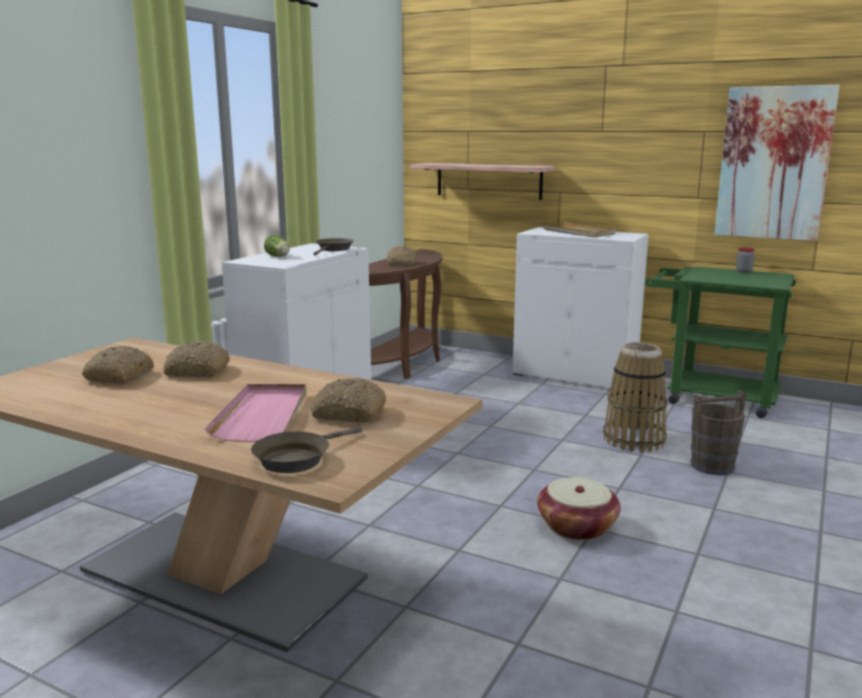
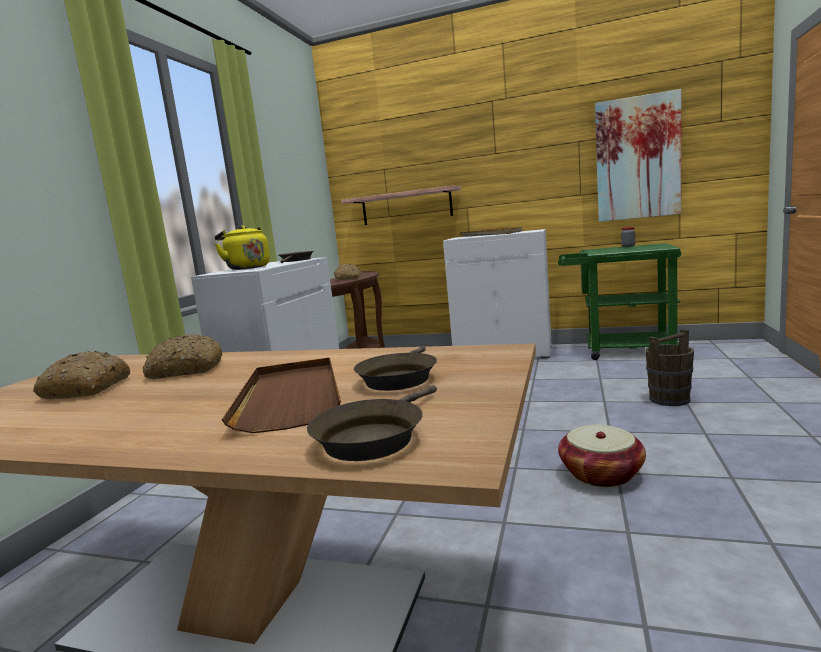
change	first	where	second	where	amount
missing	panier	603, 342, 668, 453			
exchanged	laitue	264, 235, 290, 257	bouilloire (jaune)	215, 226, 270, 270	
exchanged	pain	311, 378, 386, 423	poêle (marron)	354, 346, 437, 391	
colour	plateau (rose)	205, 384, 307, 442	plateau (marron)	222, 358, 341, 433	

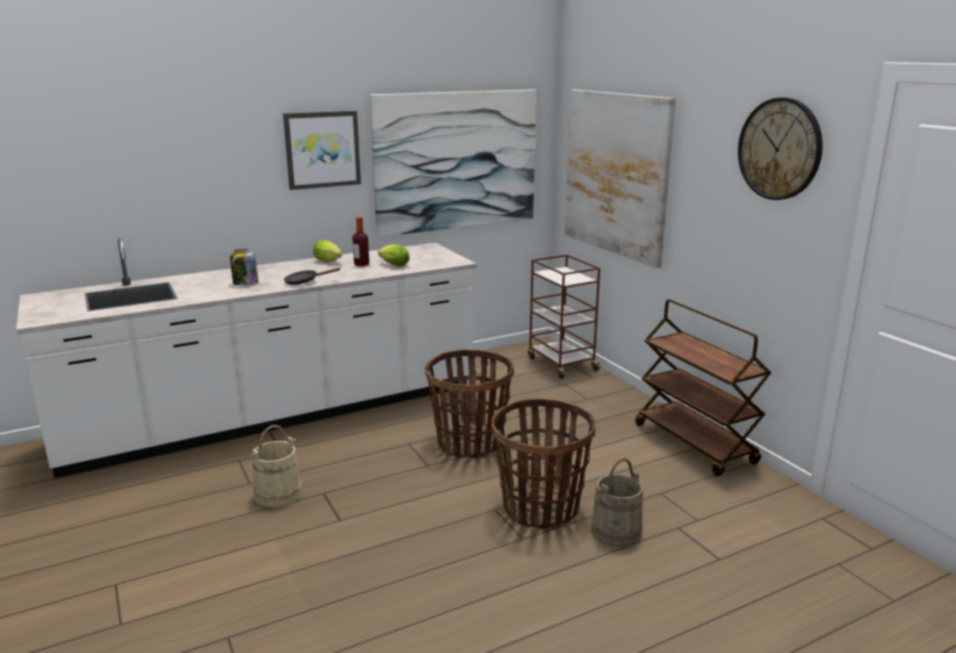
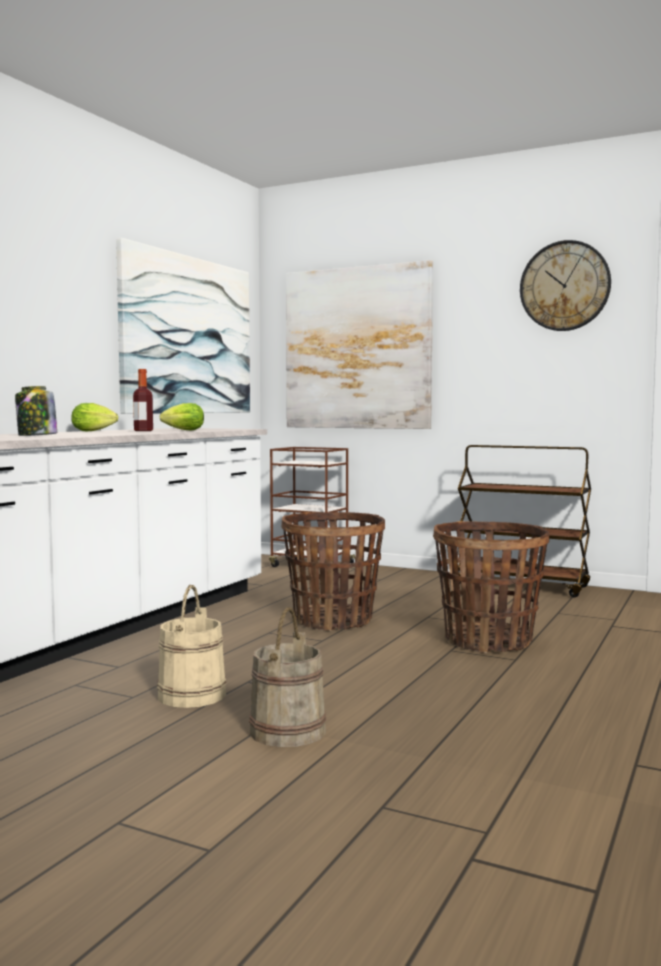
change	first	where	second	where	amount
missing	tableau	283, 111, 361, 190			
missing	poêle (noir)	284, 268, 341, 285			
relocated	seau (beige)	591, 458, 643, 547		249, 607, 326, 747	

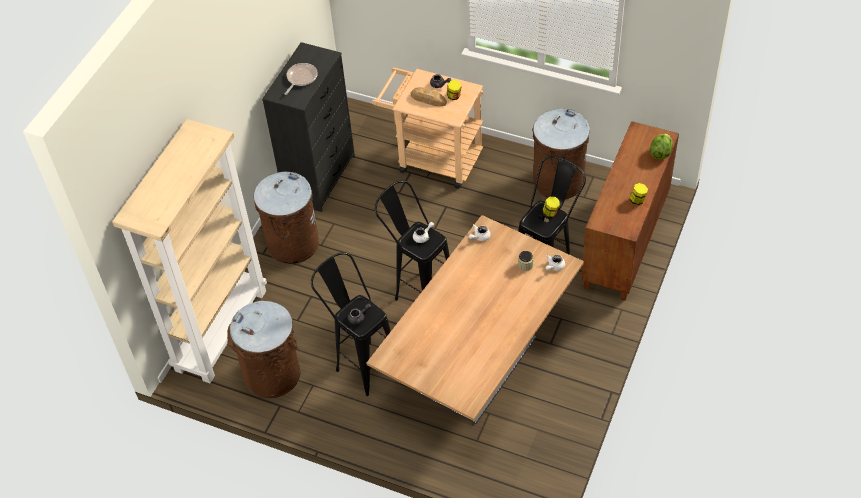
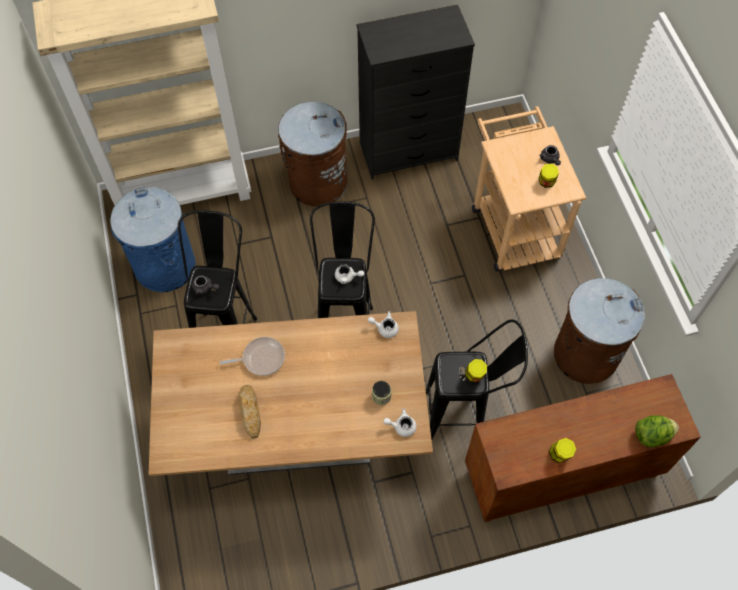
change	first	where	second	where	amount
relocated	poêle	284, 63, 318, 95		219, 337, 285, 376	
relocated	pain	411, 87, 447, 106		238, 385, 261, 439	
colour	poubelle (marron)	227, 301, 300, 398	poubelle (bleu)	110, 187, 196, 292	

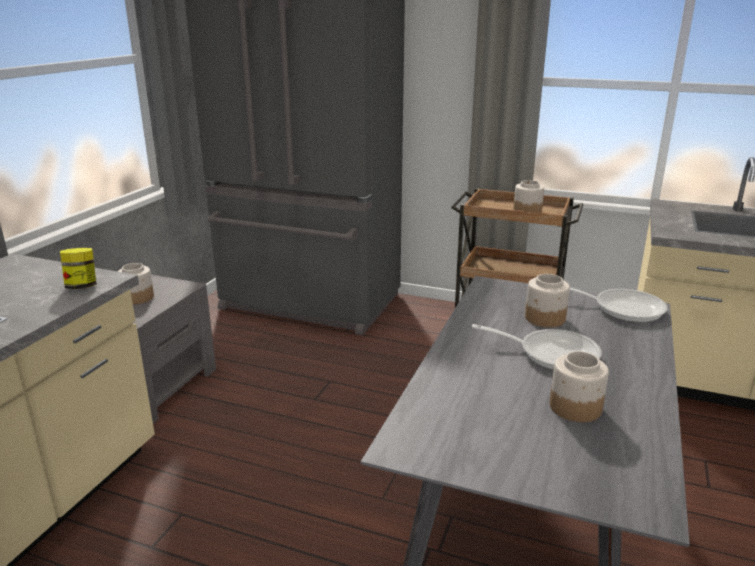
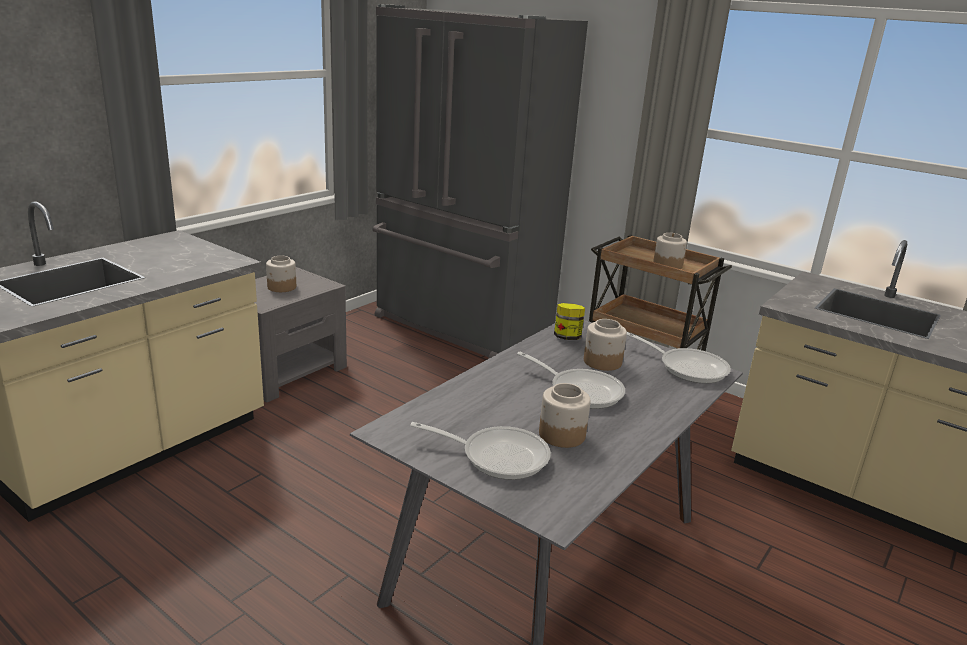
change	first	where	second	where	amount
appeared			poêle	410, 422, 551, 480	
relocated	bocal	60, 248, 97, 289		554, 303, 585, 340	

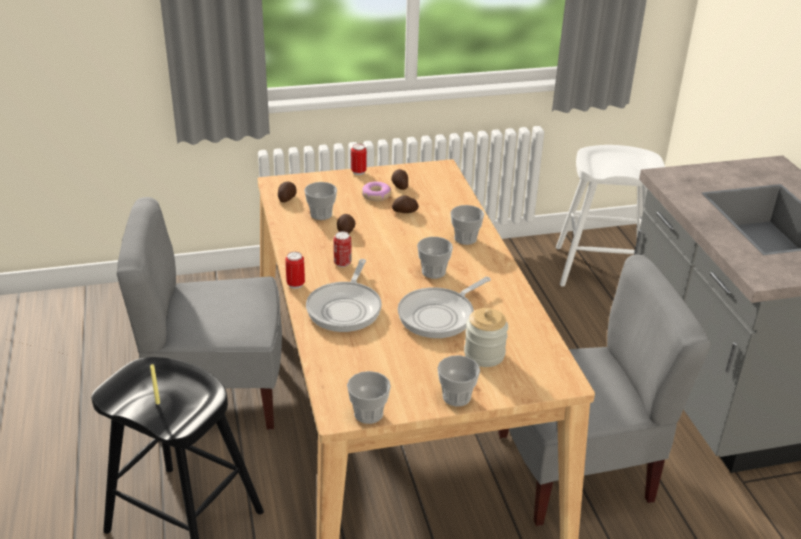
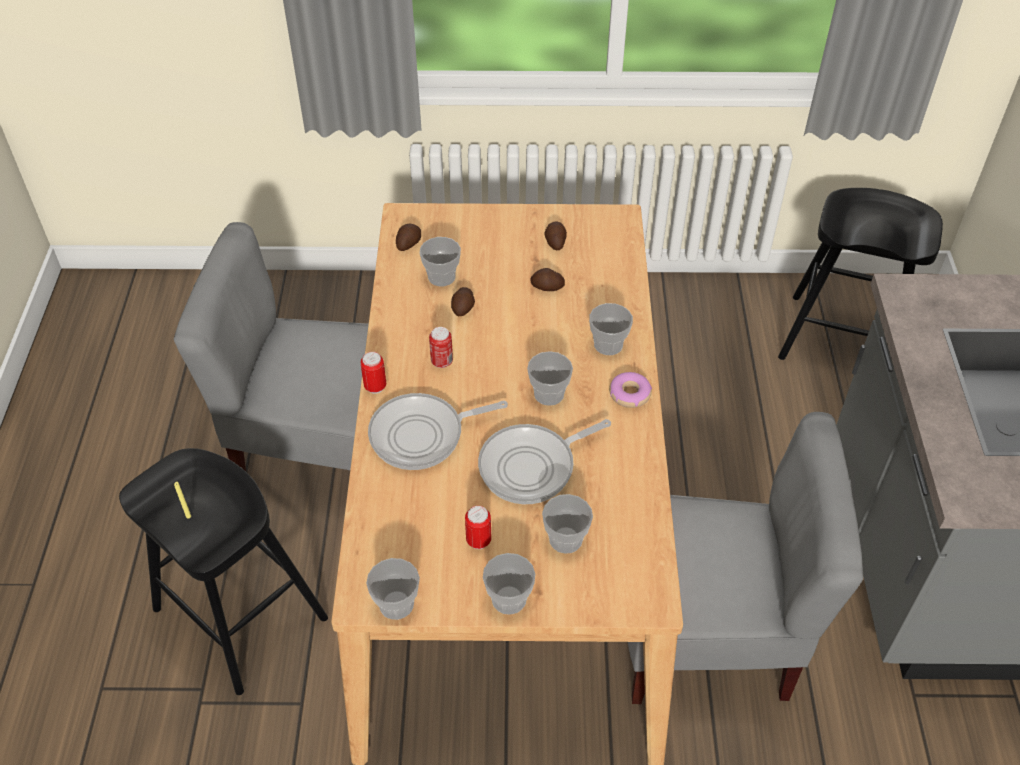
change	first	where	second	where	amount
relocated	boîte métallique	351, 144, 367, 175		465, 506, 491, 549	
relocated	beignet	362, 181, 391, 201		609, 372, 652, 408	
exchanged	bocal	464, 308, 508, 367	tasse	542, 494, 593, 553	
colour	tabouret (blanc)	556, 145, 665, 287	tabouret (noir)	778, 188, 943, 360	
spun	poêle	306, 259, 382, 332		368, 393, 508, 470	45 degrees clockwise

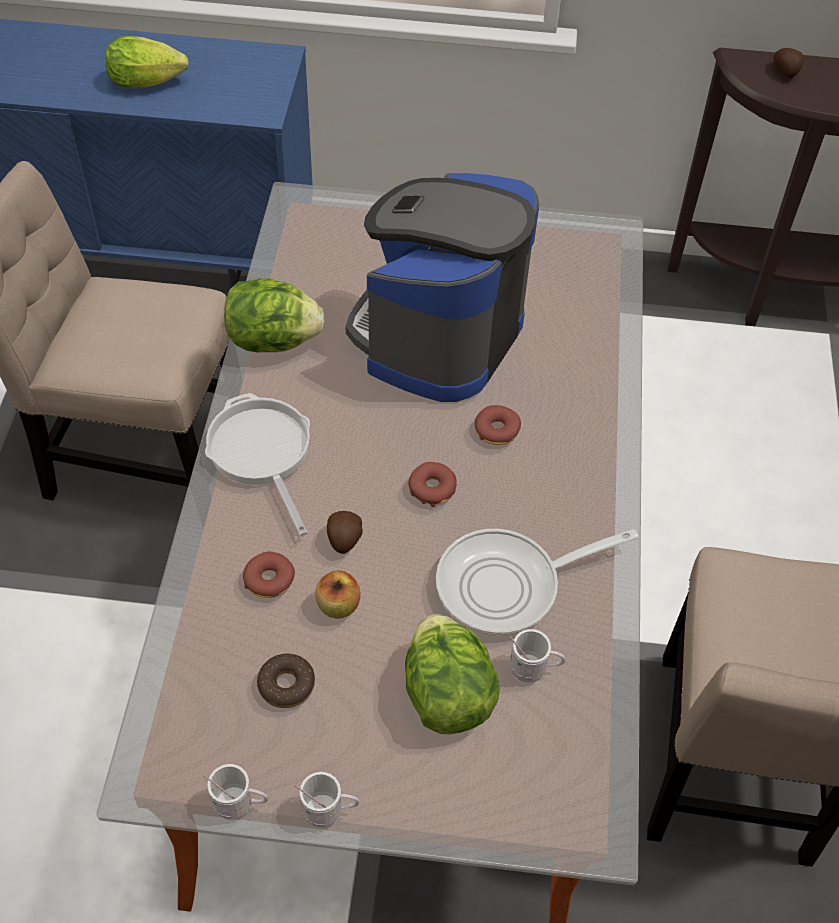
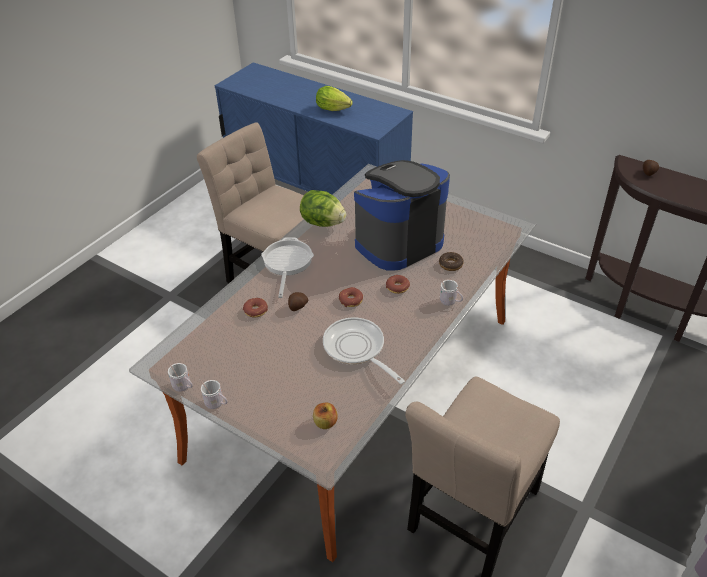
change	first	where	second	where	amount
missing	laitue	405, 614, 500, 734			
relocated	beignet	257, 654, 315, 708		439, 252, 464, 271	
relocated	pomme	315, 570, 360, 619		313, 403, 338, 429	
relocated	mug (blanc)	510, 629, 565, 682		440, 277, 463, 306	
spun	poêle	436, 529, 639, 636		323, 317, 405, 384	45 degrees clockwise

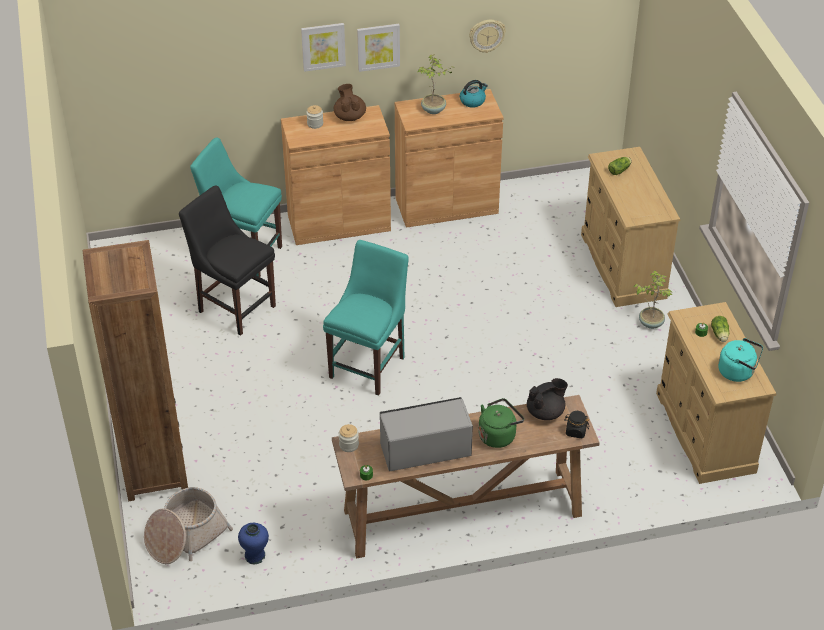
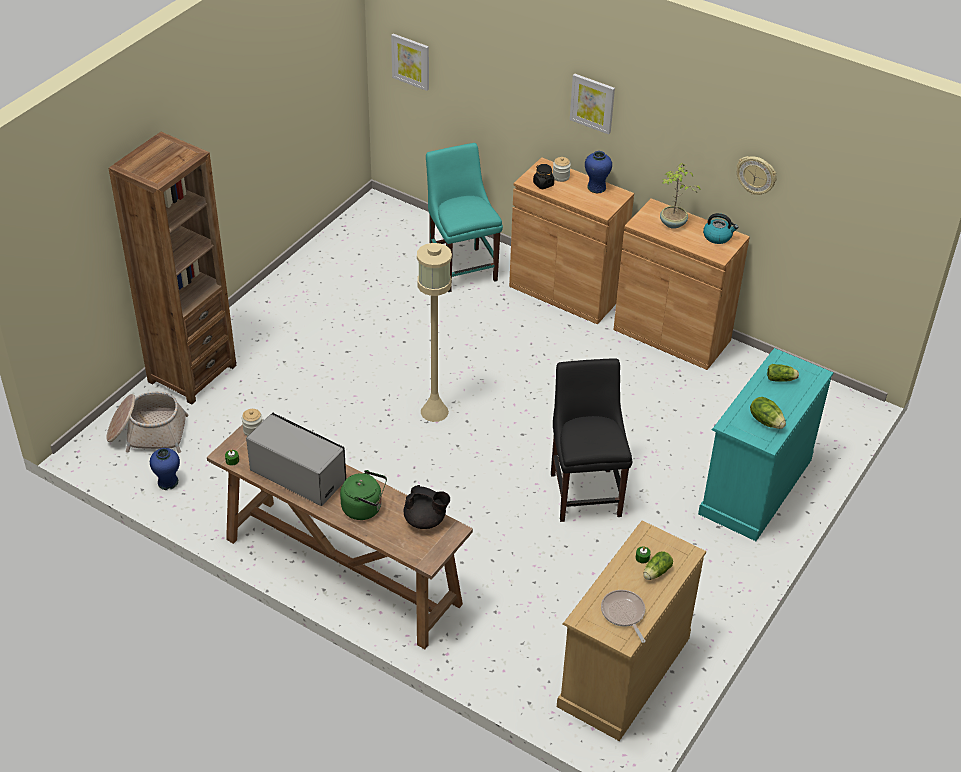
change	first	where	second	where	amount
missing	plante en pot	634, 271, 673, 329			
appeared			laitue	750, 397, 786, 429	
relocated	chaise (noir)	179, 186, 276, 336		551, 358, 632, 522	
relocated	tableau	357, 24, 400, 72		391, 33, 429, 91	
relocated	bocal (noir)	564, 411, 589, 438		533, 164, 554, 189	
exchanged	chaise (turquoise)	323, 240, 409, 396	lampadaire (beige)	417, 243, 452, 422	
exchanged	théière (marron)	334, 84, 366, 121	vase (bleu)	585, 151, 612, 193	
exchanged	bouilloire (turquoise)	718, 338, 763, 382	poêle	601, 590, 646, 643	
colour	commode (beige)	581, 147, 680, 307	commode (turquoise)	698, 348, 833, 541	

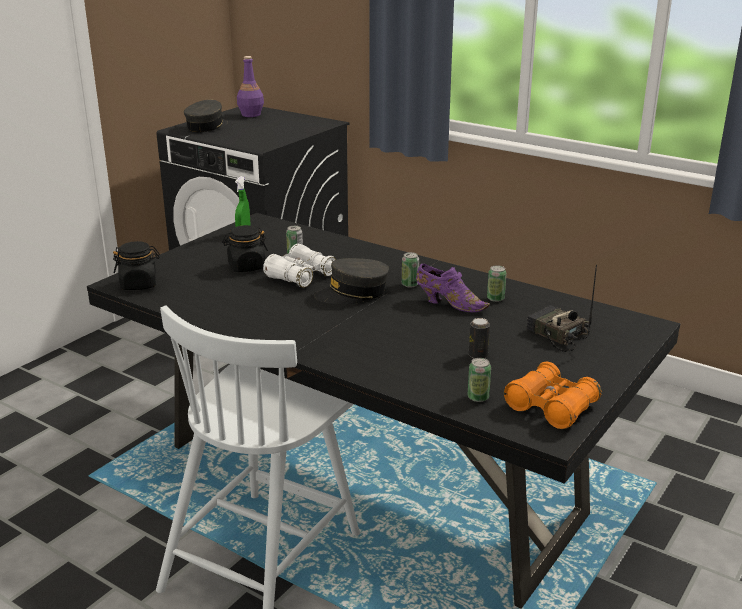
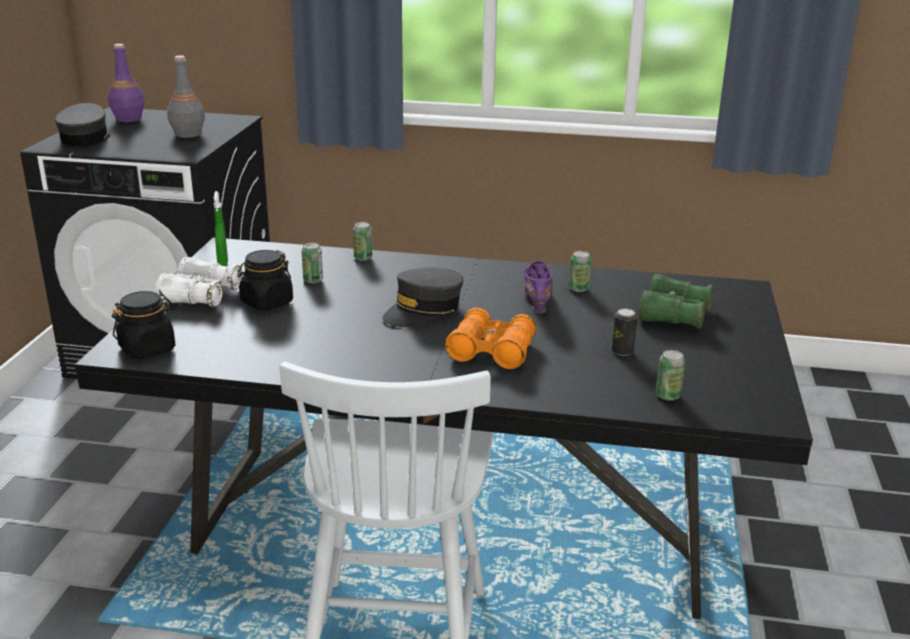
change	first	where	second	where	amount
appeared			bouteille (gris)	167, 56, 205, 138	
relocated	jumelles (blanc)	263, 244, 336, 288		155, 257, 242, 307	
relocated	boîte métallique	402, 252, 419, 287		353, 222, 373, 261	
relocated	jumelles (orange)	504, 362, 602, 429		445, 308, 537, 369	
exchanged	radio	527, 265, 597, 352	jumelles (vert)	638, 274, 714, 329	
spun	chaussure (violet)	416, 264, 490, 312		523, 260, 553, 314	90 degrees counterclockwise

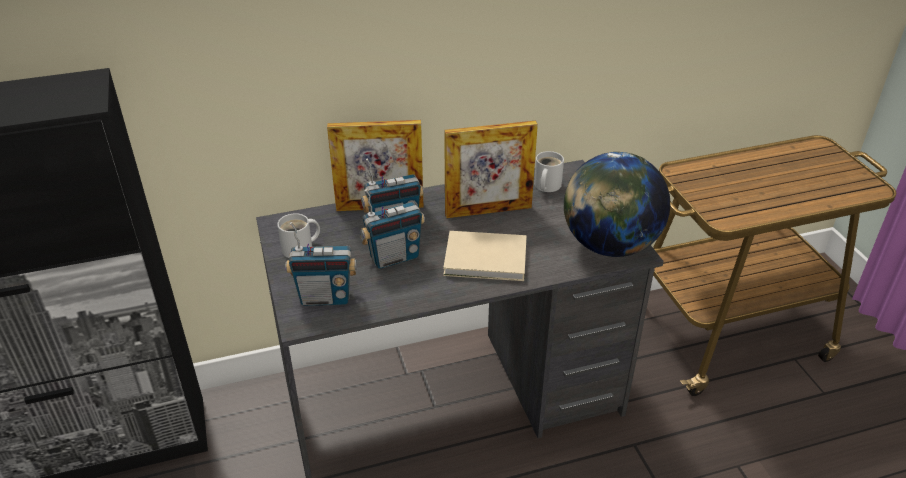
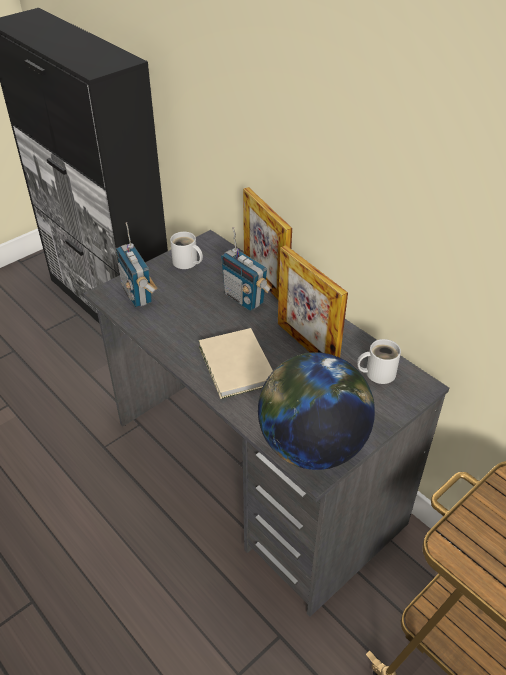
change	first	where	second	where	amount
missing	radio	360, 189, 425, 269			

